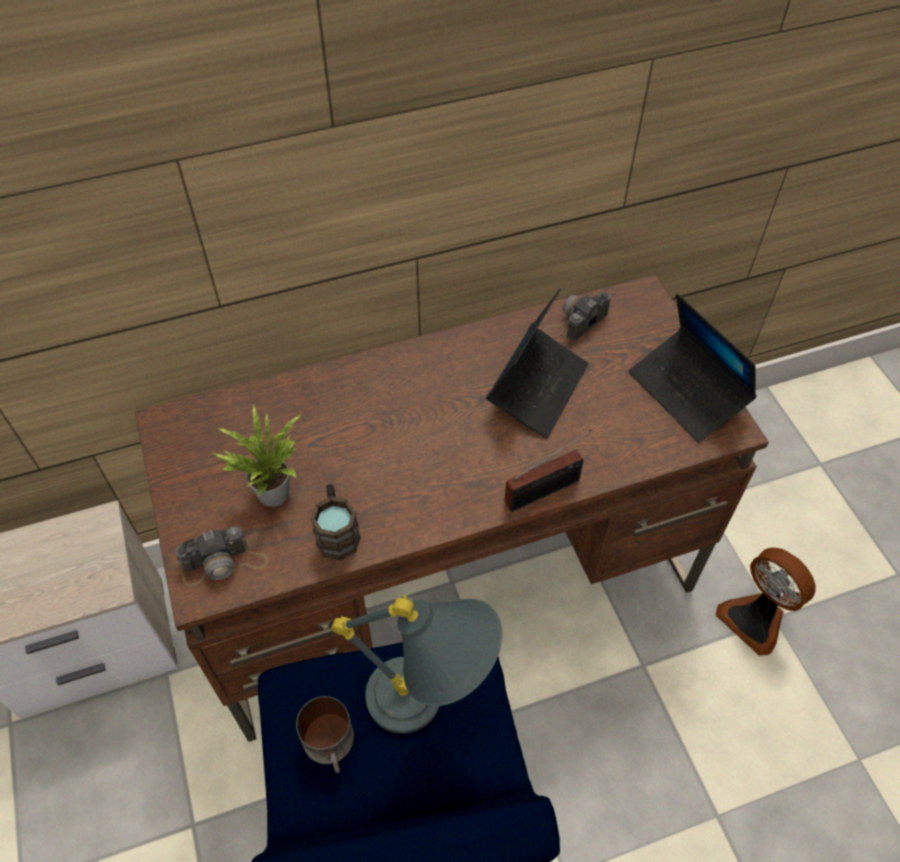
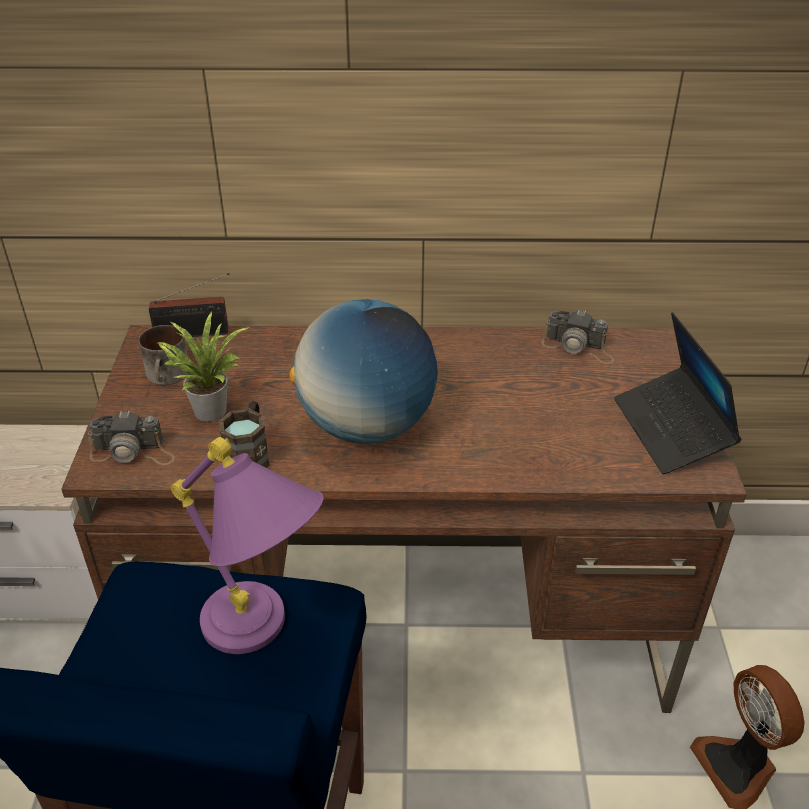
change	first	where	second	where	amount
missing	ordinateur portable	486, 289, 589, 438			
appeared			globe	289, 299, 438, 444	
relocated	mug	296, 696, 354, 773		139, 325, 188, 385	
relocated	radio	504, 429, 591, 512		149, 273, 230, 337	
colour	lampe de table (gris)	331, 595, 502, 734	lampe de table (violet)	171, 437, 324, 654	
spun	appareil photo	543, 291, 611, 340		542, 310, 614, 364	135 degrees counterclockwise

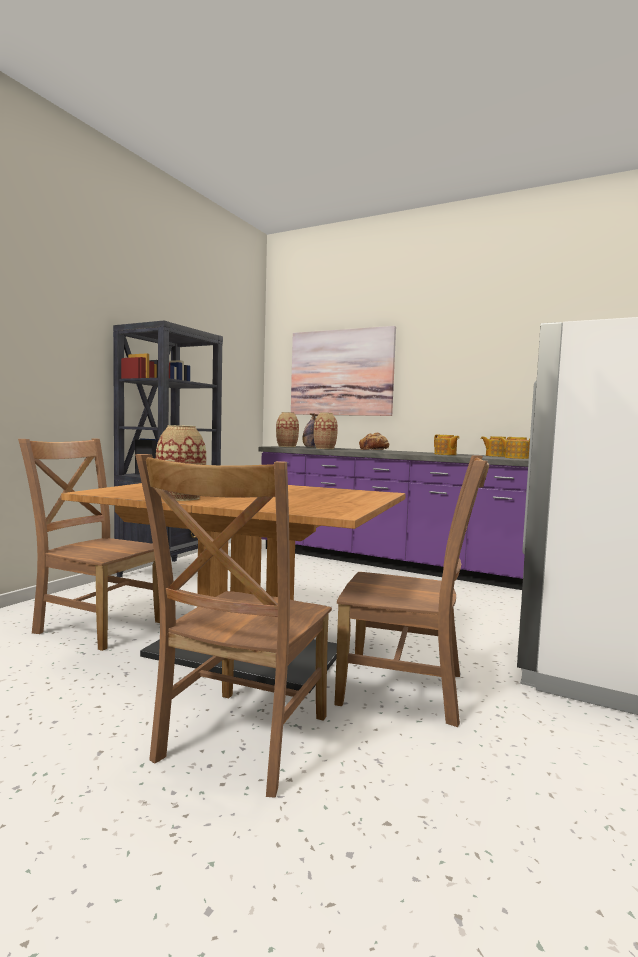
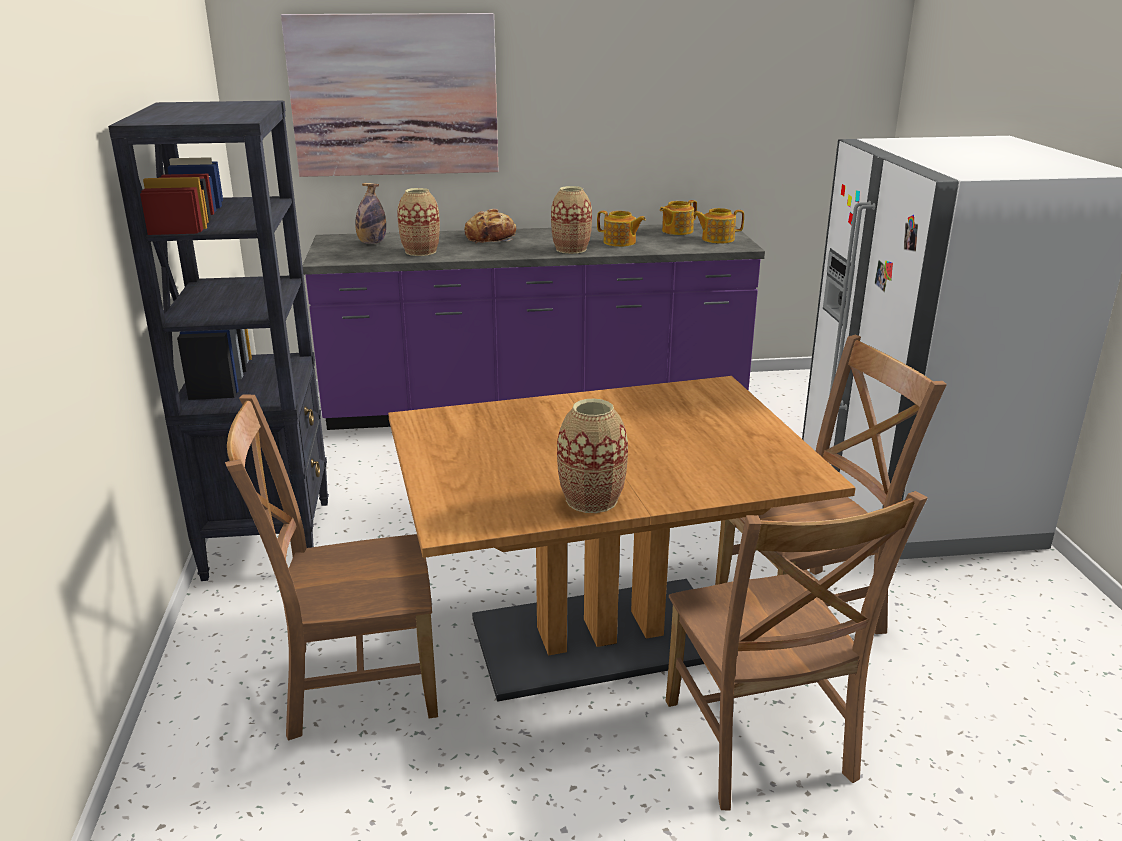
change	first	where	second	where	amount
relocated	vase	276, 412, 299, 447		551, 186, 592, 254	

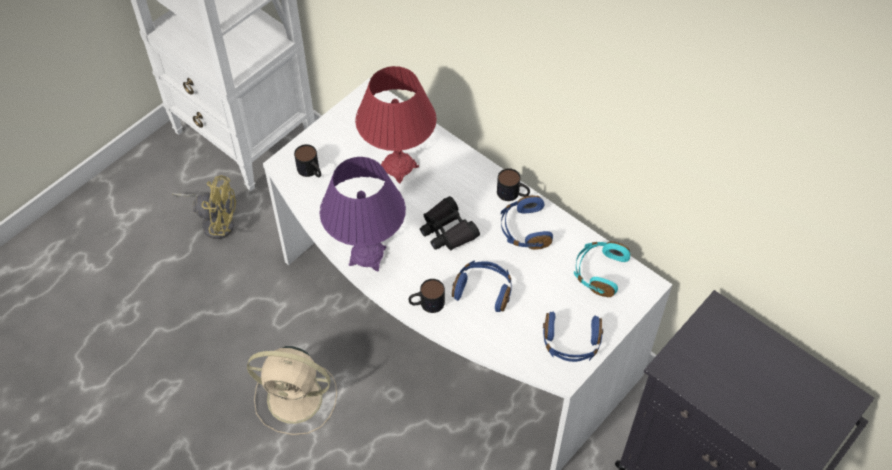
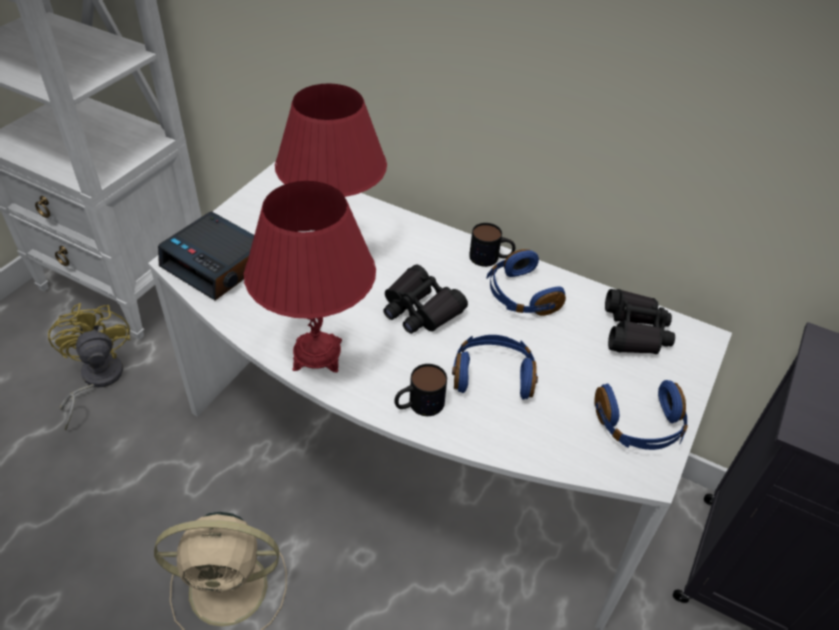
change	first	where	second	where	amount
exchanged	mug	294, 144, 321, 177	réveil	158, 211, 254, 301	
exchanged	casque audio (turquoise)	574, 241, 630, 297	jumelles (noir)	605, 289, 675, 354	
colour	lampe de table (violet)	320, 157, 406, 271	lampe de table (rouge)	244, 181, 376, 373	
spun	ventilateur (jaune)	172, 175, 236, 239		48, 303, 130, 431	105 degrees counterclockwise

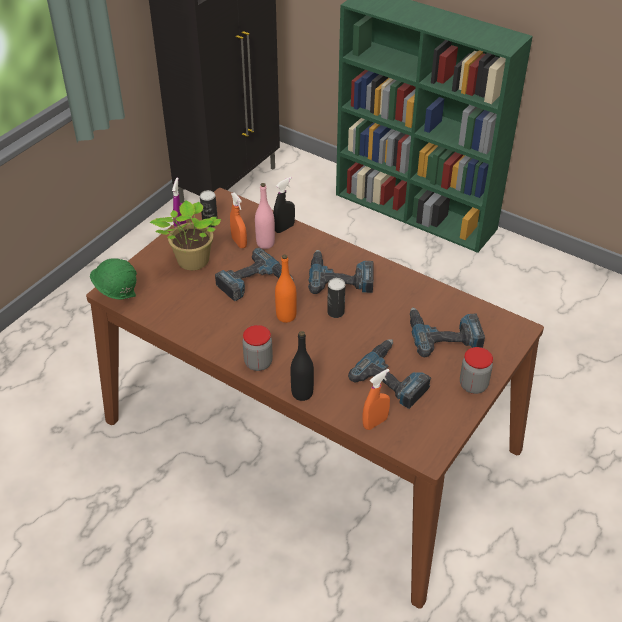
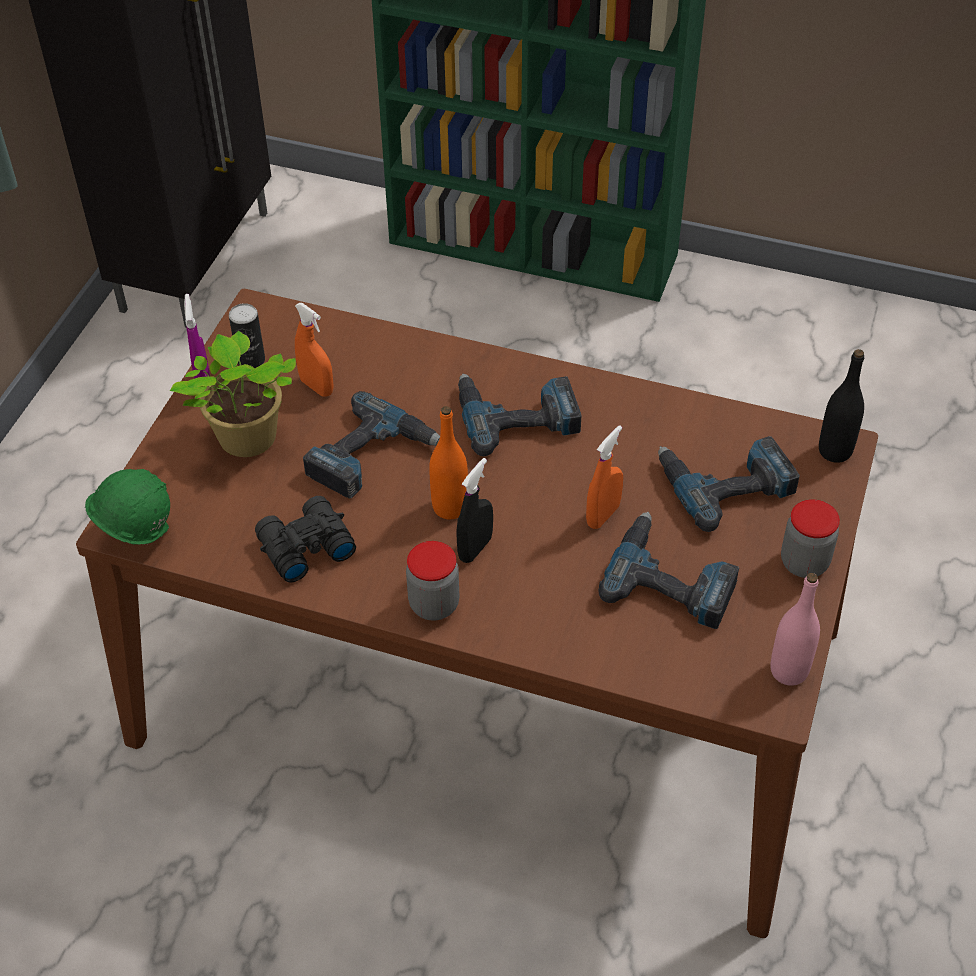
change	first	where	second	where	amount
missing	boîte métallique	327, 278, 346, 318			
appeared			jumelles (noir)	255, 496, 356, 583	
relocated	bouteille (rose)	255, 183, 275, 249		770, 573, 820, 686	
relocated	vaporisateur (noir)	273, 177, 295, 233		456, 458, 493, 563	
relocated	bouteille (noir)	291, 331, 314, 401		819, 349, 864, 463	
relocated	vaporisateur (orange)	363, 369, 390, 430		586, 425, 623, 529	

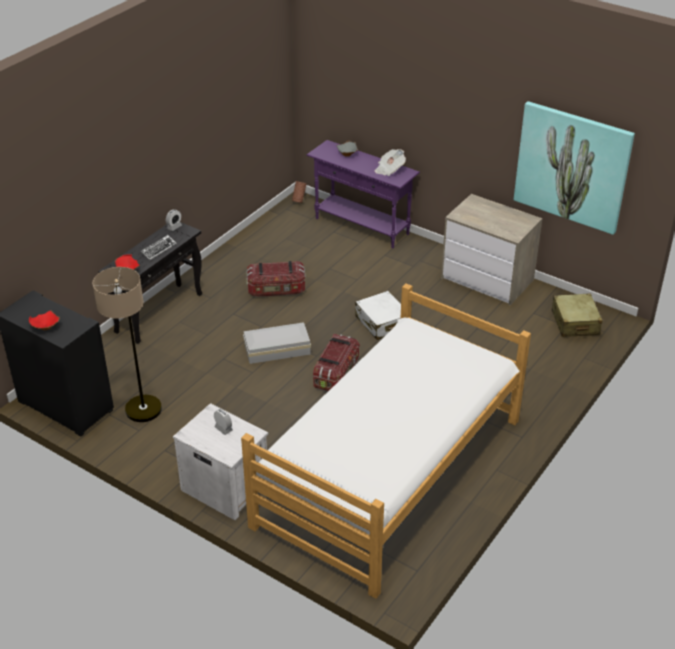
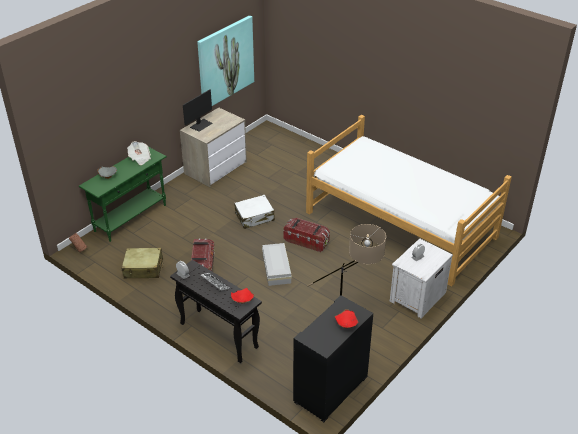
change	first	where	second	where	amount
appeared			écran d'ordinateur	183, 89, 213, 132	
relocated	valise (beige)	552, 293, 603, 337		122, 248, 163, 279	
colour	table console (violet)	307, 140, 420, 248	table console (vert)	79, 147, 167, 242	

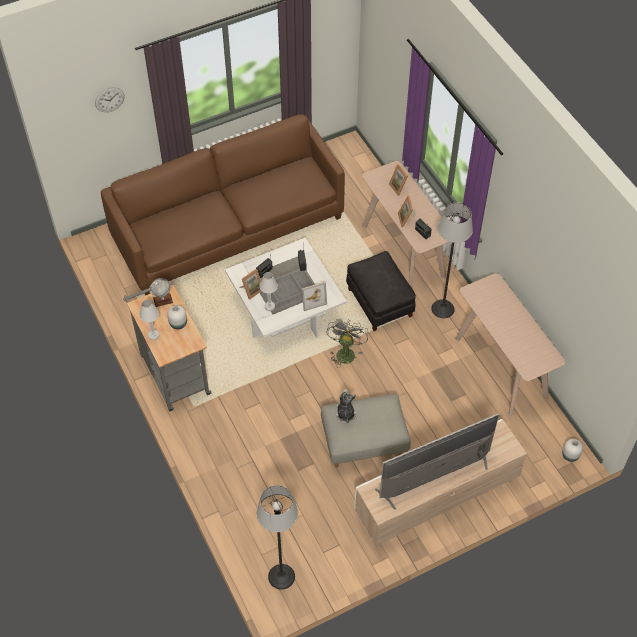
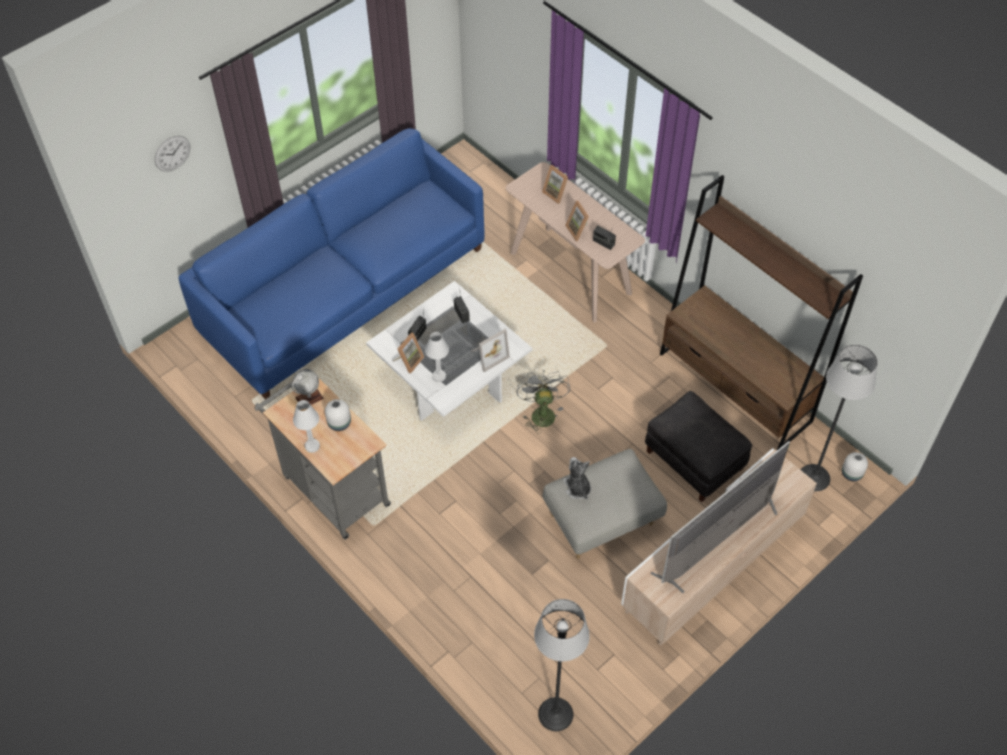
change	first	where	second	where	amount
relocated	pouf (noir)	346, 251, 416, 331		645, 391, 752, 502	
relocated	lampadaire	431, 203, 473, 318		801, 345, 878, 491	
exchanged	table console (beige)	455, 273, 565, 417	bibliothèque (marron)	660, 175, 863, 450	
colour	canapé (marron)	101, 114, 345, 295	canapé (bleu)	178, 128, 485, 399	

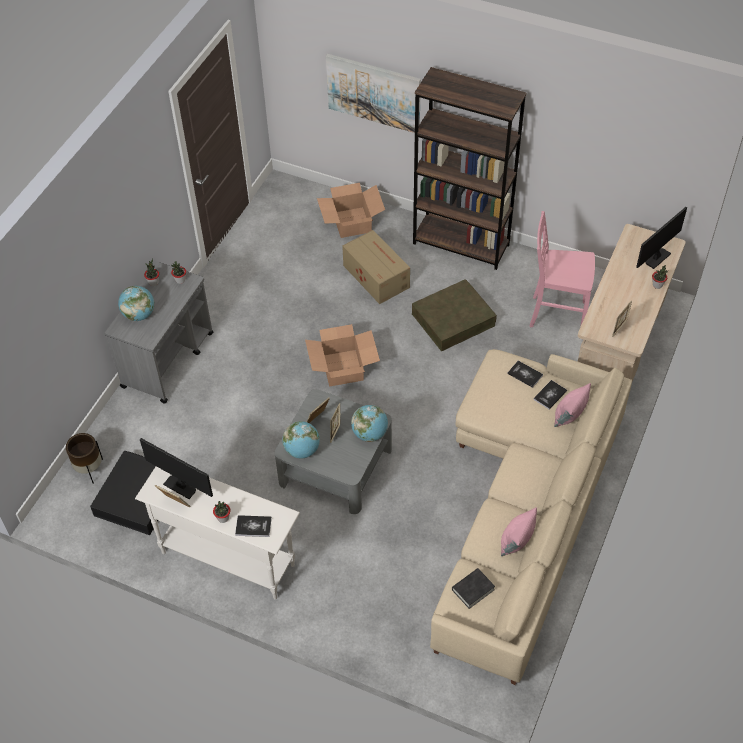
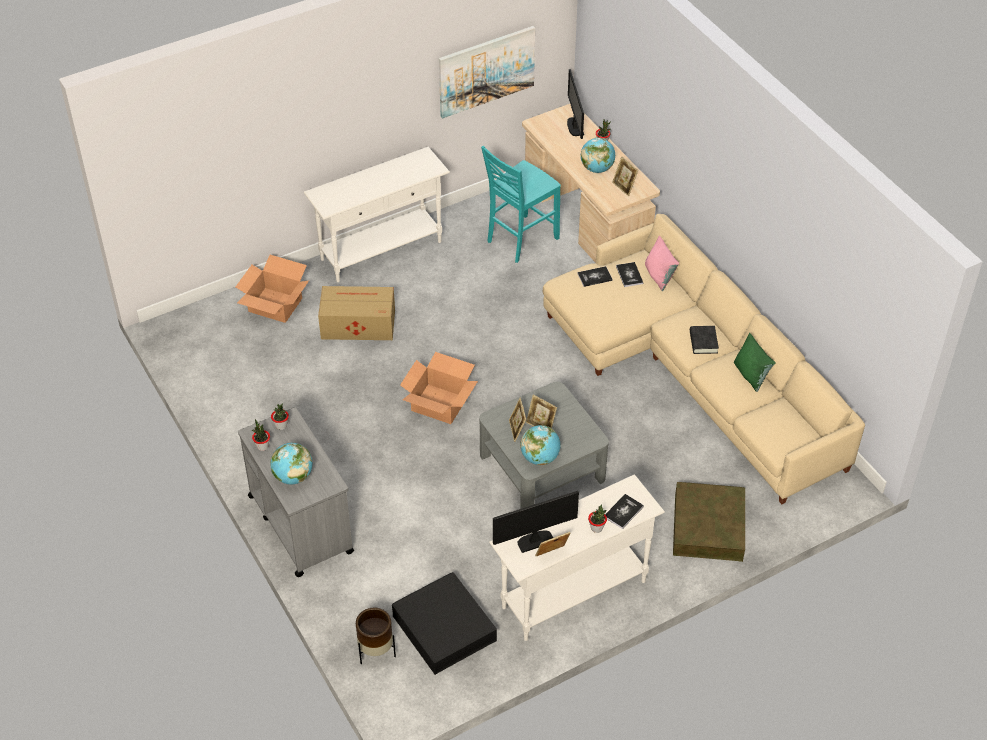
change	first	where	second	where	amount
relocated	tableau	326, 54, 421, 133		439, 26, 535, 118	
relocated	globe	351, 405, 388, 442		581, 138, 615, 173	
relocated	boîte de rangement (marron)	412, 279, 497, 351		673, 482, 745, 562	
relocated	livre (noir)	452, 568, 495, 609		690, 326, 719, 354	
exchanged	bibliothèque (marron)	413, 67, 526, 270	table console (blanc)	304, 147, 450, 282	
colour	coussin (rose)	501, 507, 537, 556	coussin (vert)	734, 333, 775, 392	
colour	chaise (rose)	530, 211, 595, 327	chaise (turquoise)	481, 146, 561, 263	

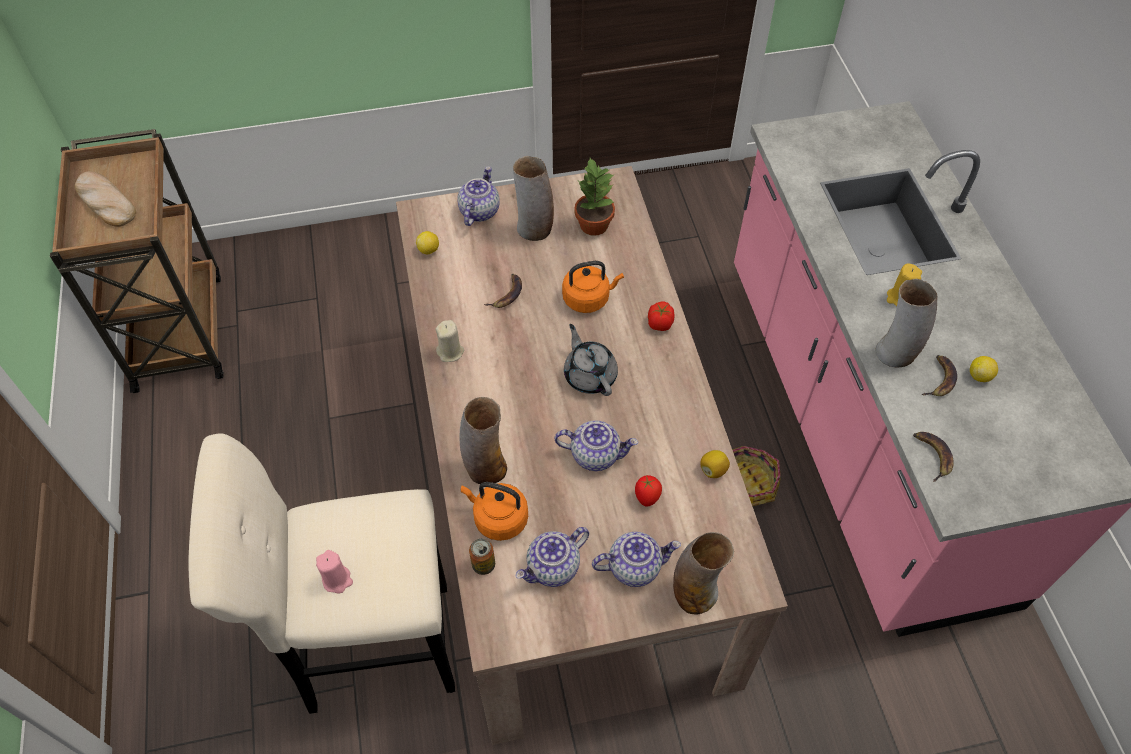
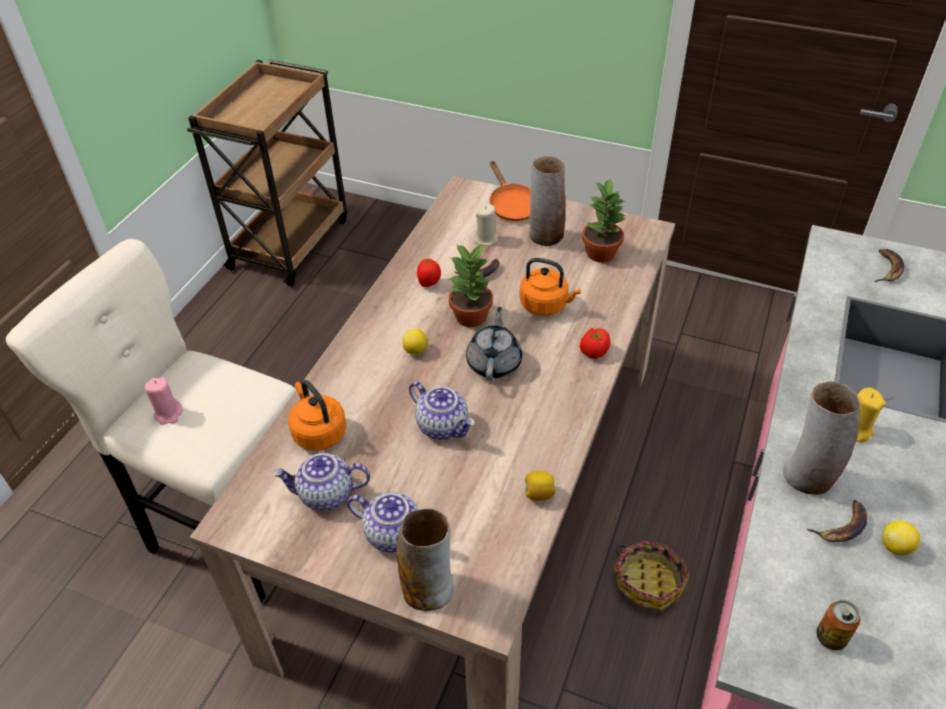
change	first	where	second	where	amount
missing	pain	75, 171, 136, 227			
missing	vase	460, 397, 507, 484			
appeared			plante en pot	448, 243, 493, 327	
relocated	citron	416, 231, 439, 254		403, 329, 428, 354	
relocated	bougie (beige)	436, 320, 464, 362		474, 204, 499, 246	
relocated	boîte métallique	469, 538, 495, 575		816, 600, 860, 650	
relocated	tomate	635, 475, 662, 507		417, 259, 441, 287	
relocated	banane	913, 432, 954, 482		874, 249, 904, 282	
exchanged	théière	457, 166, 500, 226	poêle (orange)	490, 161, 530, 221	

